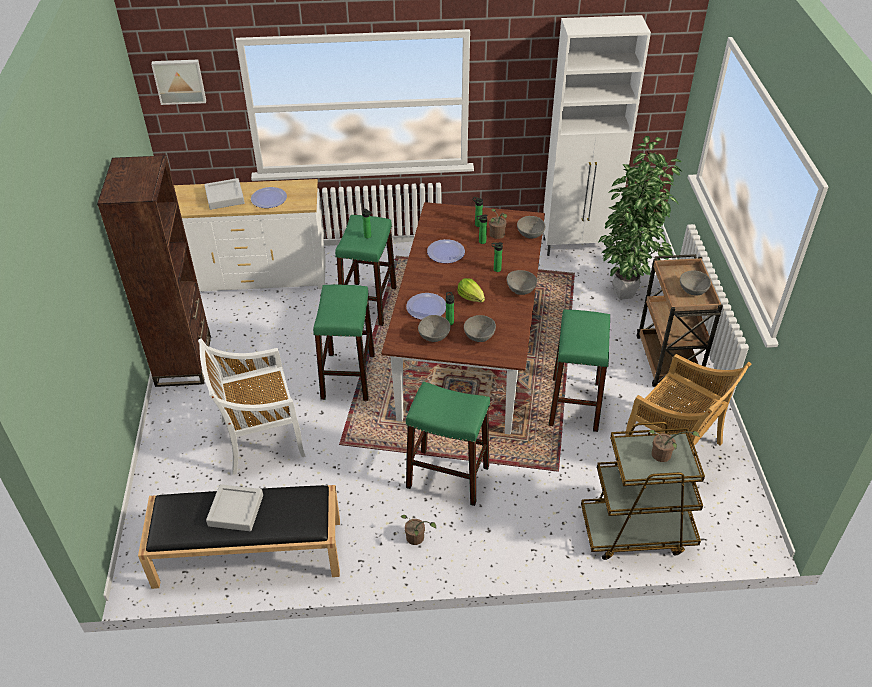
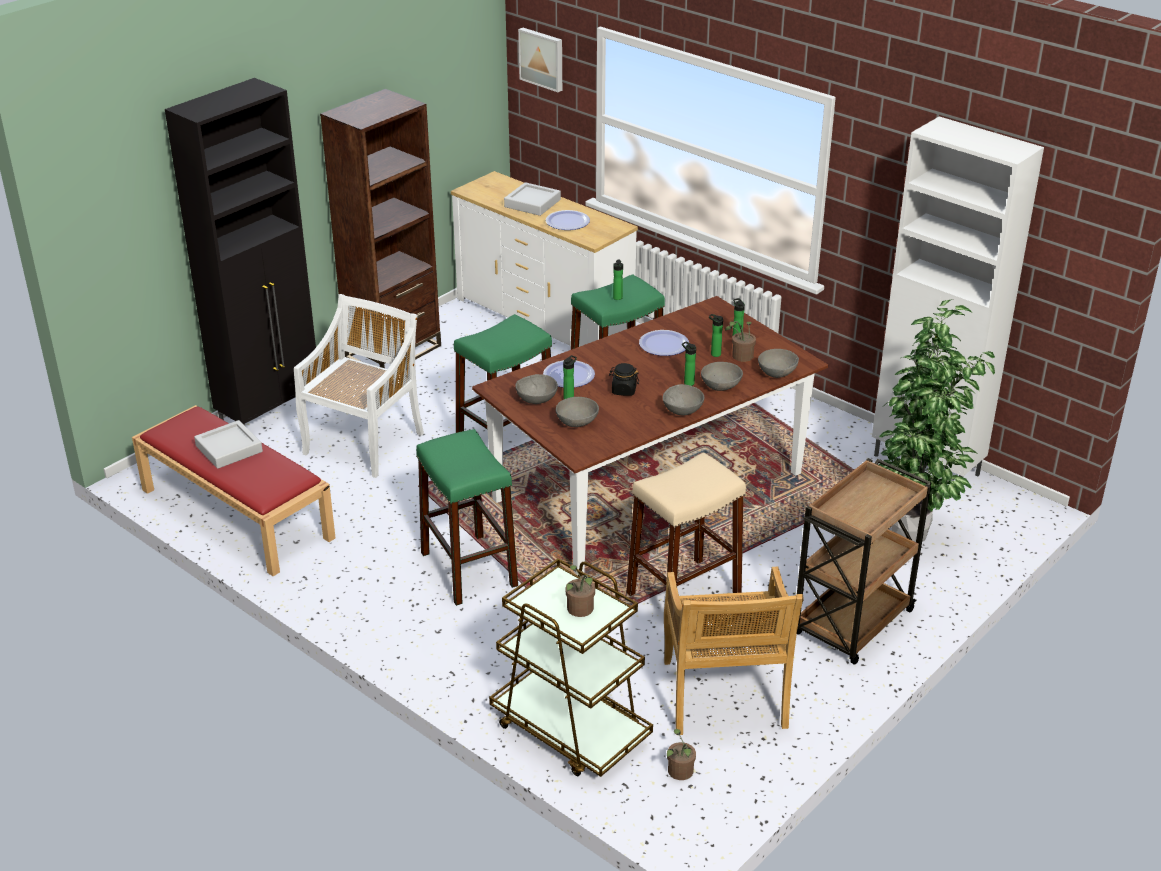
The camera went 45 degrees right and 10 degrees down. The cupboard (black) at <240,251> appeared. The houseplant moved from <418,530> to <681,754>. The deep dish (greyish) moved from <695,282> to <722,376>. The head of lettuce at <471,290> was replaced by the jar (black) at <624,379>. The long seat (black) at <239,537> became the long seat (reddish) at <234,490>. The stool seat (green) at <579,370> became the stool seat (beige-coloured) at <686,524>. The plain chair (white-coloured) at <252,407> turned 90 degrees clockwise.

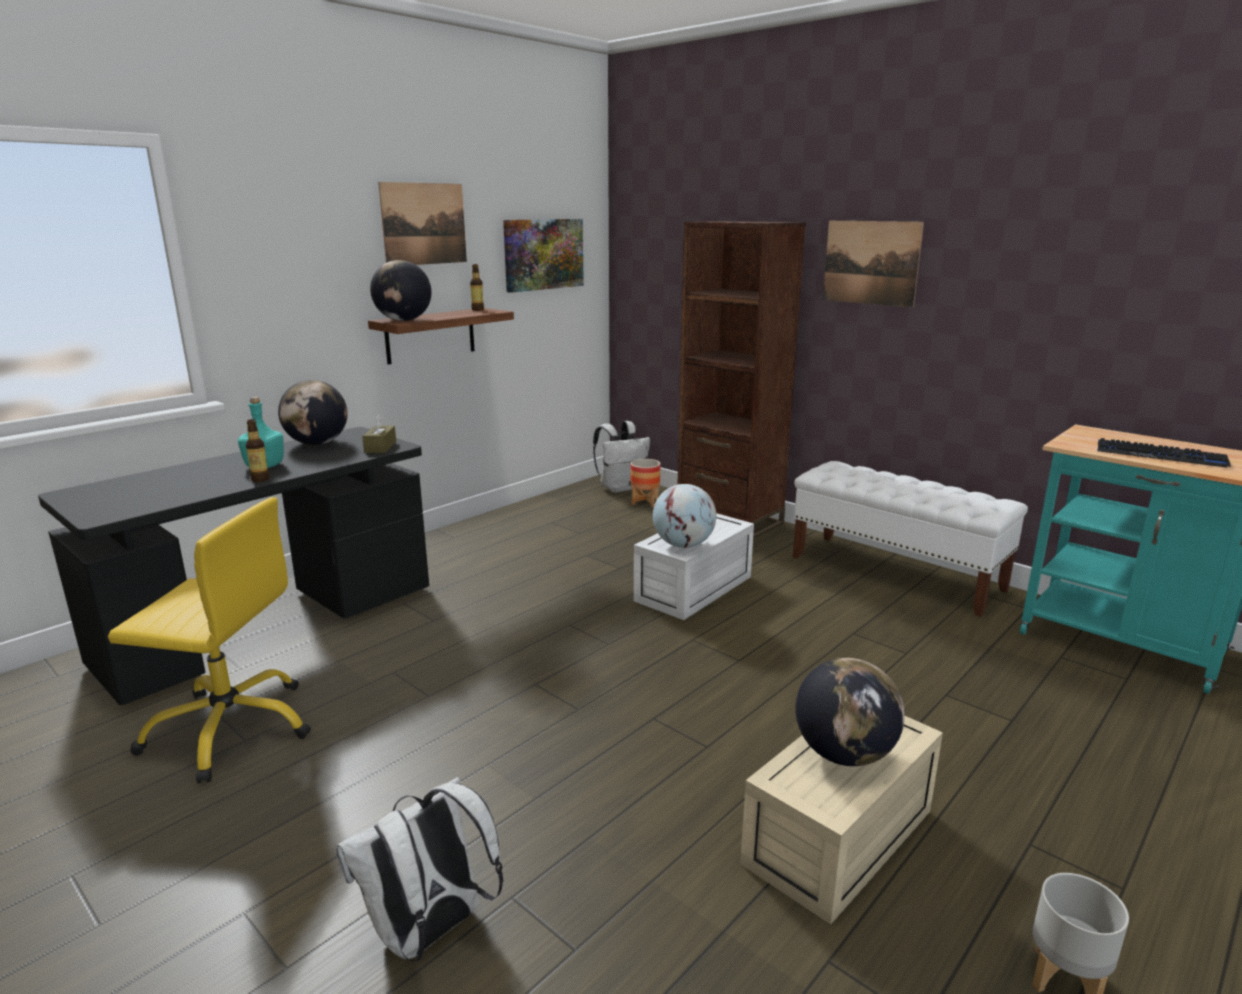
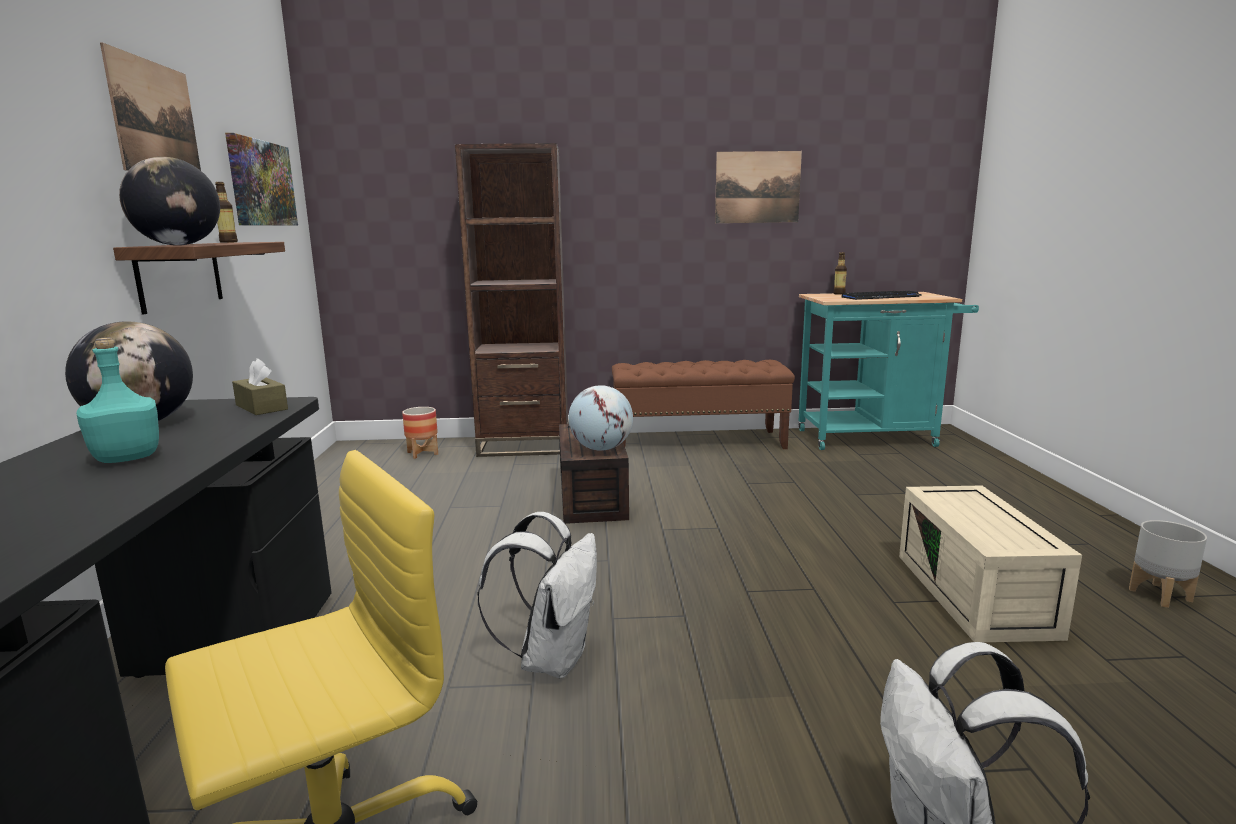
The camera went 45 degrees left and 5 degrees down. The globe at <850,712> disappeared. The drink bottle moved from <258,450> to <840,273>. The knapsack (white-coloured) moved from <621,457> to <537,595>. The picture moved from <873,264> to <758,187>. The storage box (white-coloured) at <694,566> became the storage box (brownish) at <594,474>. The long seat (white-coloured) at <910,539> became the long seat (brownish) at <703,404>.

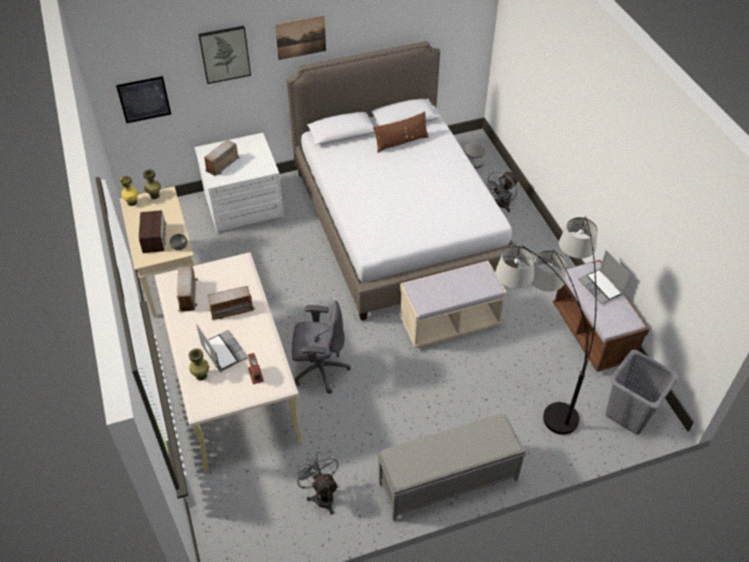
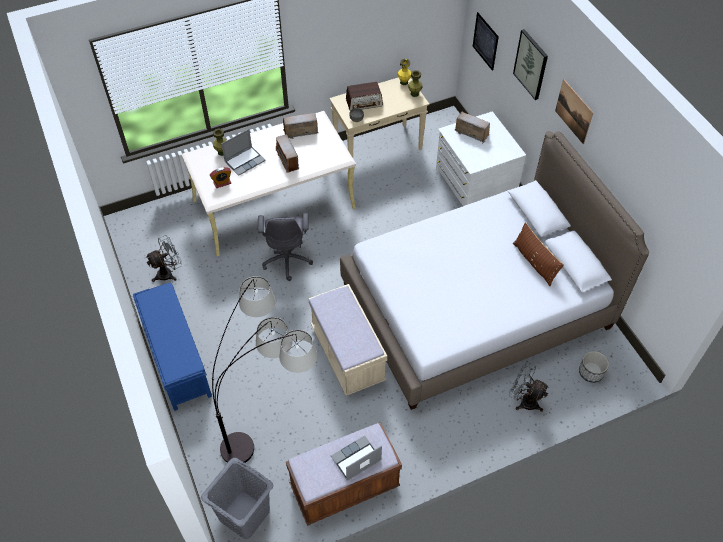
The camera went 85 degrees right and 5 degrees up. The long seat (greyish) at <451,467> became the long seat (bluish) at <172,347>.

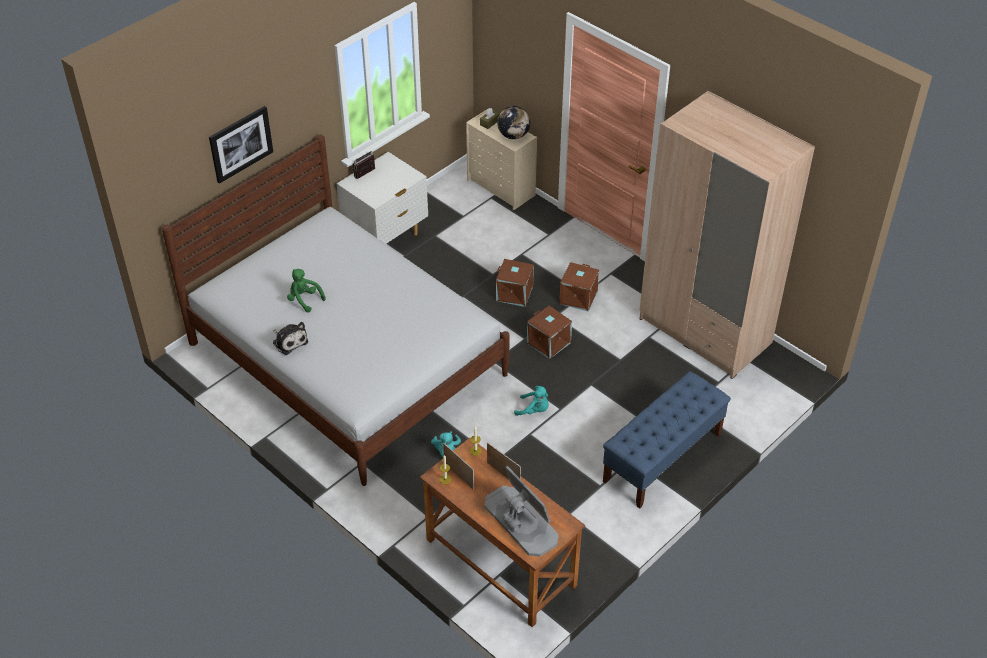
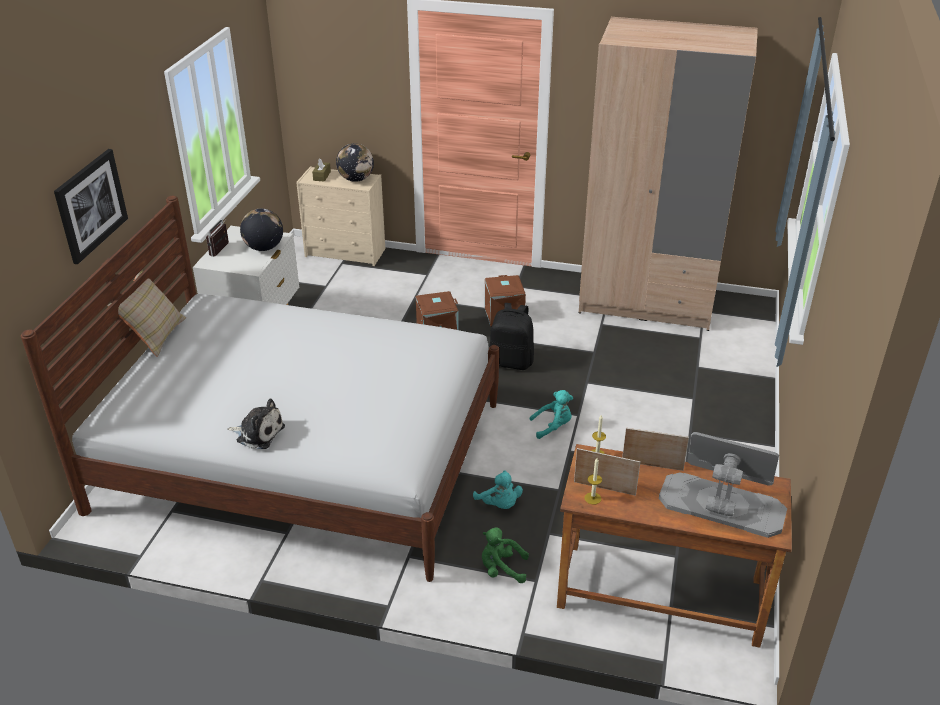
The camera went 30 degrees left and 10 degrees down. The long seat (bluish) at <667,440> disappeared. The cushion (beige-coloured) at <146,313> appeared. The globe at <261,230> appeared. The cuddly toy (green) moved from <306,291> to <505,555>. The storage box (brownish) at <549,332> was replaced by the knapsack (black) at <511,336>.

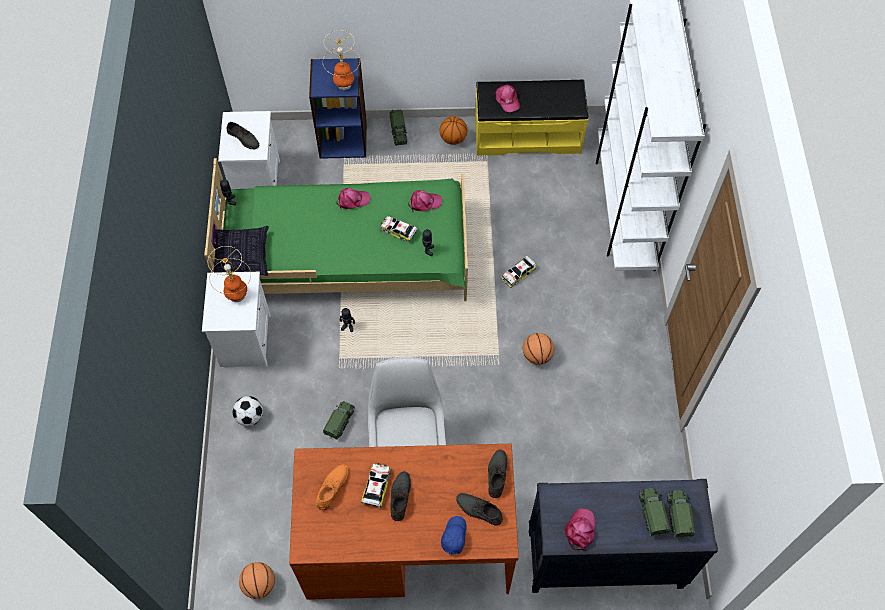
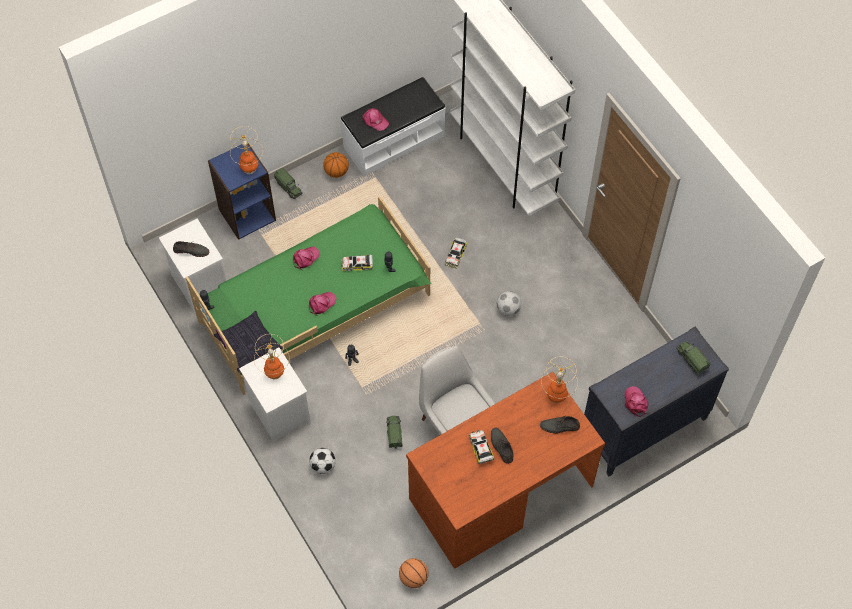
The camera went 30 degrees left and 0 degrees up. The item of footwear (orange) at <332,487> disappeared. The cap (bluish) at <454,535> disappeared. The toy truck at <655,512> disappeared. The cap (pink) moved from <425,201> to <322,304>. The item of footwear (greyish) at <497,473> was replaced by the table lamp at <559,380>. The basketball at <538,349> was replaced by the football at <509,303>. The long seat (yellow) at <532,118> became the long seat (white-coloured) at <393,126>.

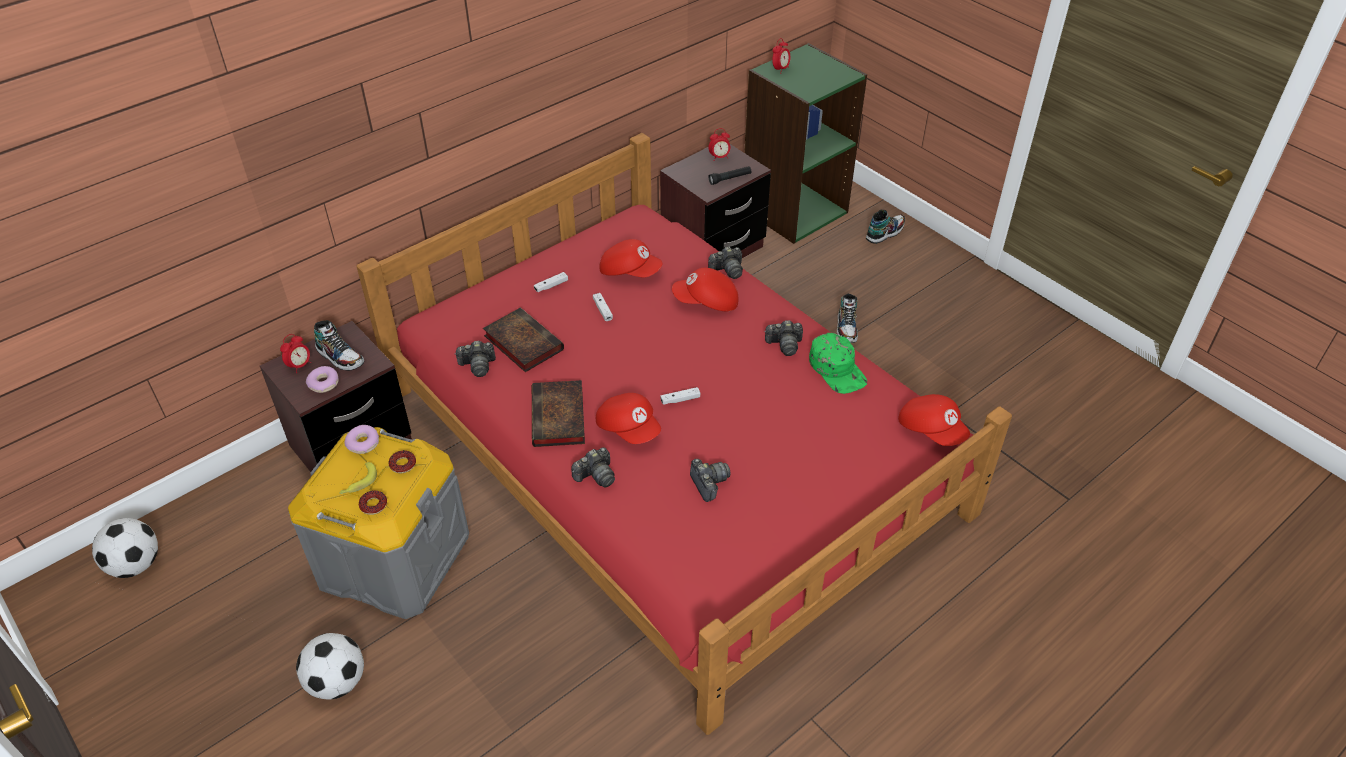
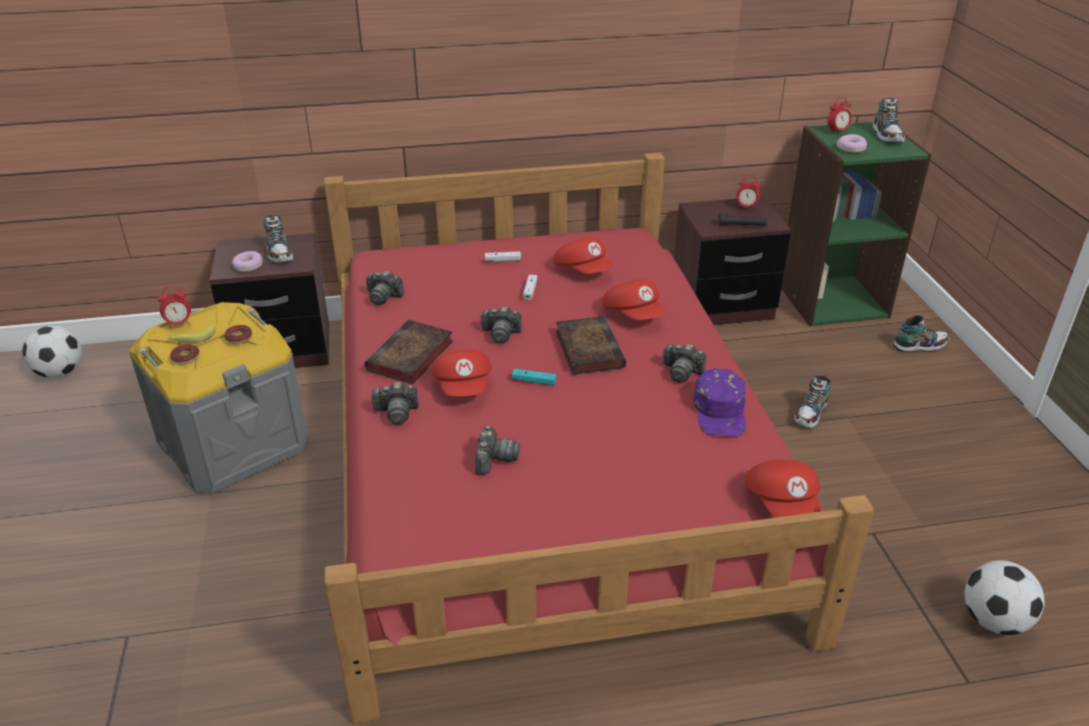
The camera went 30 degrees right and 10 degrees down. The item of footwear at <888,120> appeared. The bedside clock moved from <295,353> to <174,307>. The football moved from <330,666> to <1005,597>. The doughnut moved from <361,439> to <852,143>. The book moved from <523,339> to <591,345>. The photo camera moved from <725,263> to <501,325>. The gamepad (white-coloured) at <680,396> became the gamepad (turquoise) at <534,377>. The cap (green) at <838,363> became the cap (purple-coloured) at <719,402>. The cap (reddish) at <705,289> turned 150 degrees counterclockwise.

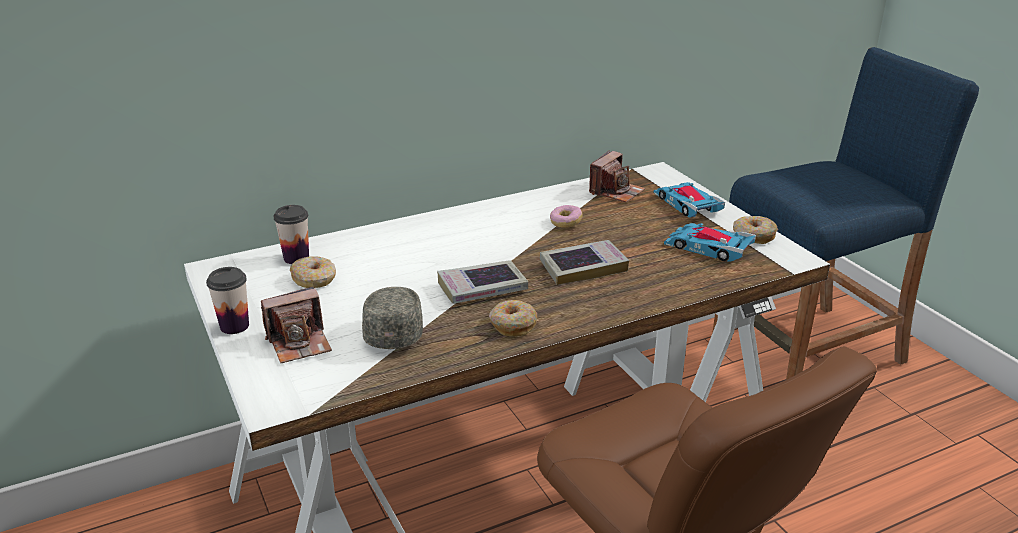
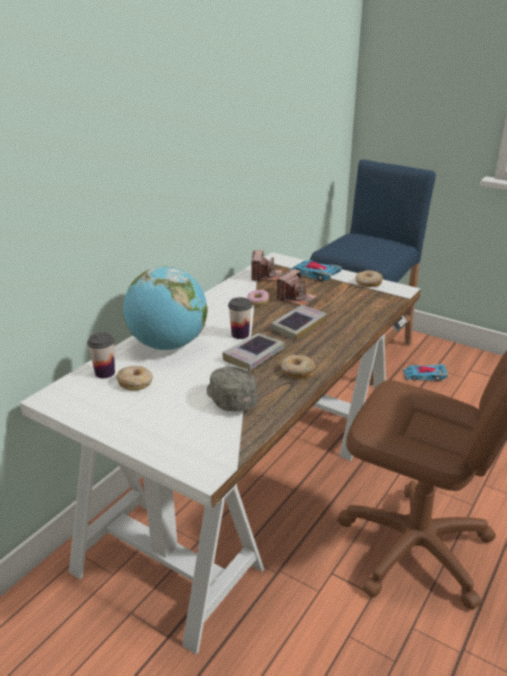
The camera went 30 degrees left and 0 degrees up. The globe at <165,308> appeared. The cup moved from <227,300> to <240,318>. The photo camera moved from <296,325> to <297,287>. The toy car moved from <710,242> to <425,372>.

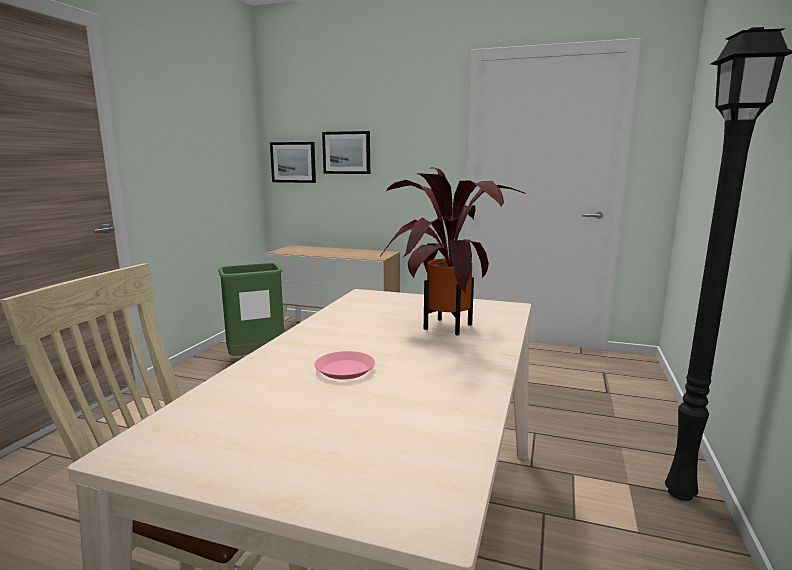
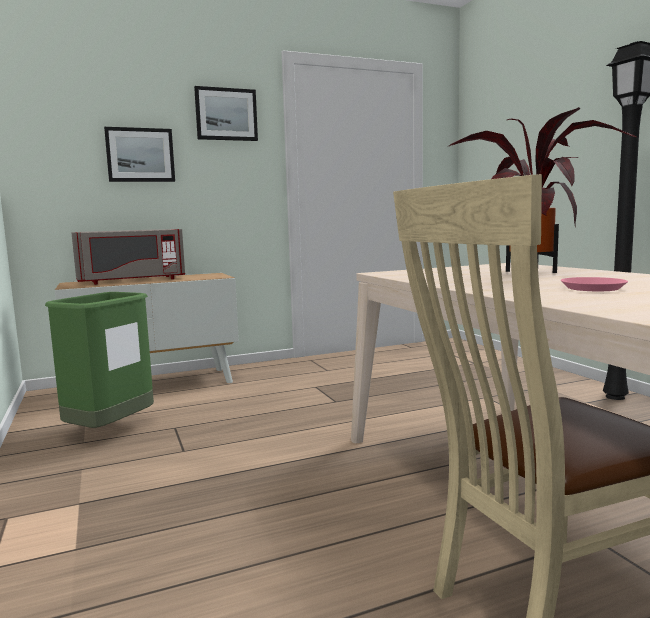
The camera went 40 degrees left and 5 degrees down. The microwave (greyish) at <128,257> appeared. The picture moved from <293,162> to <226,113>.

